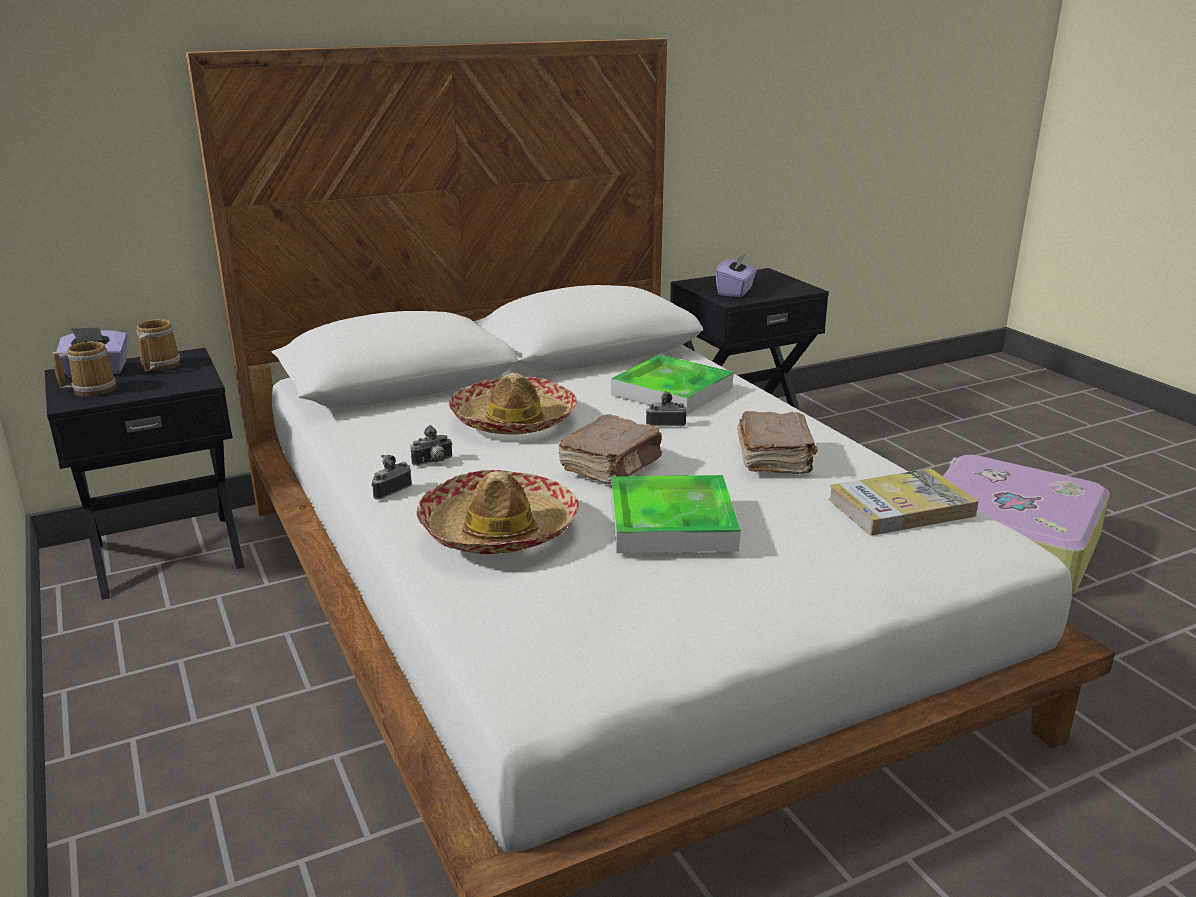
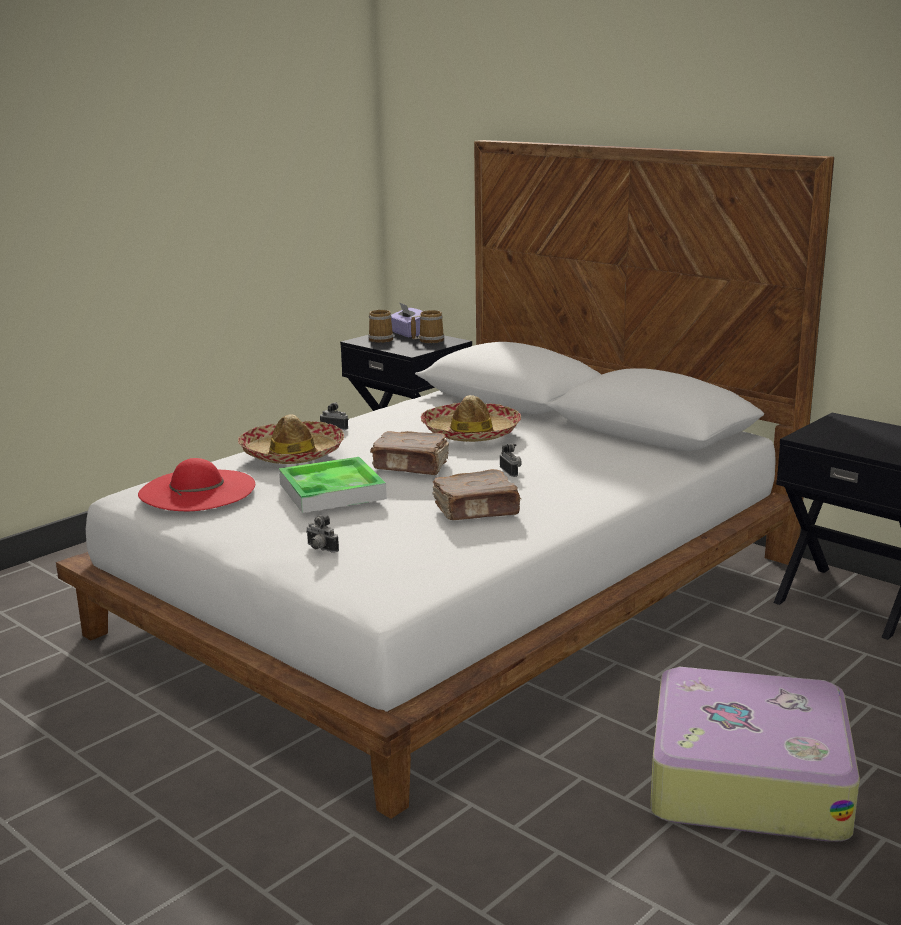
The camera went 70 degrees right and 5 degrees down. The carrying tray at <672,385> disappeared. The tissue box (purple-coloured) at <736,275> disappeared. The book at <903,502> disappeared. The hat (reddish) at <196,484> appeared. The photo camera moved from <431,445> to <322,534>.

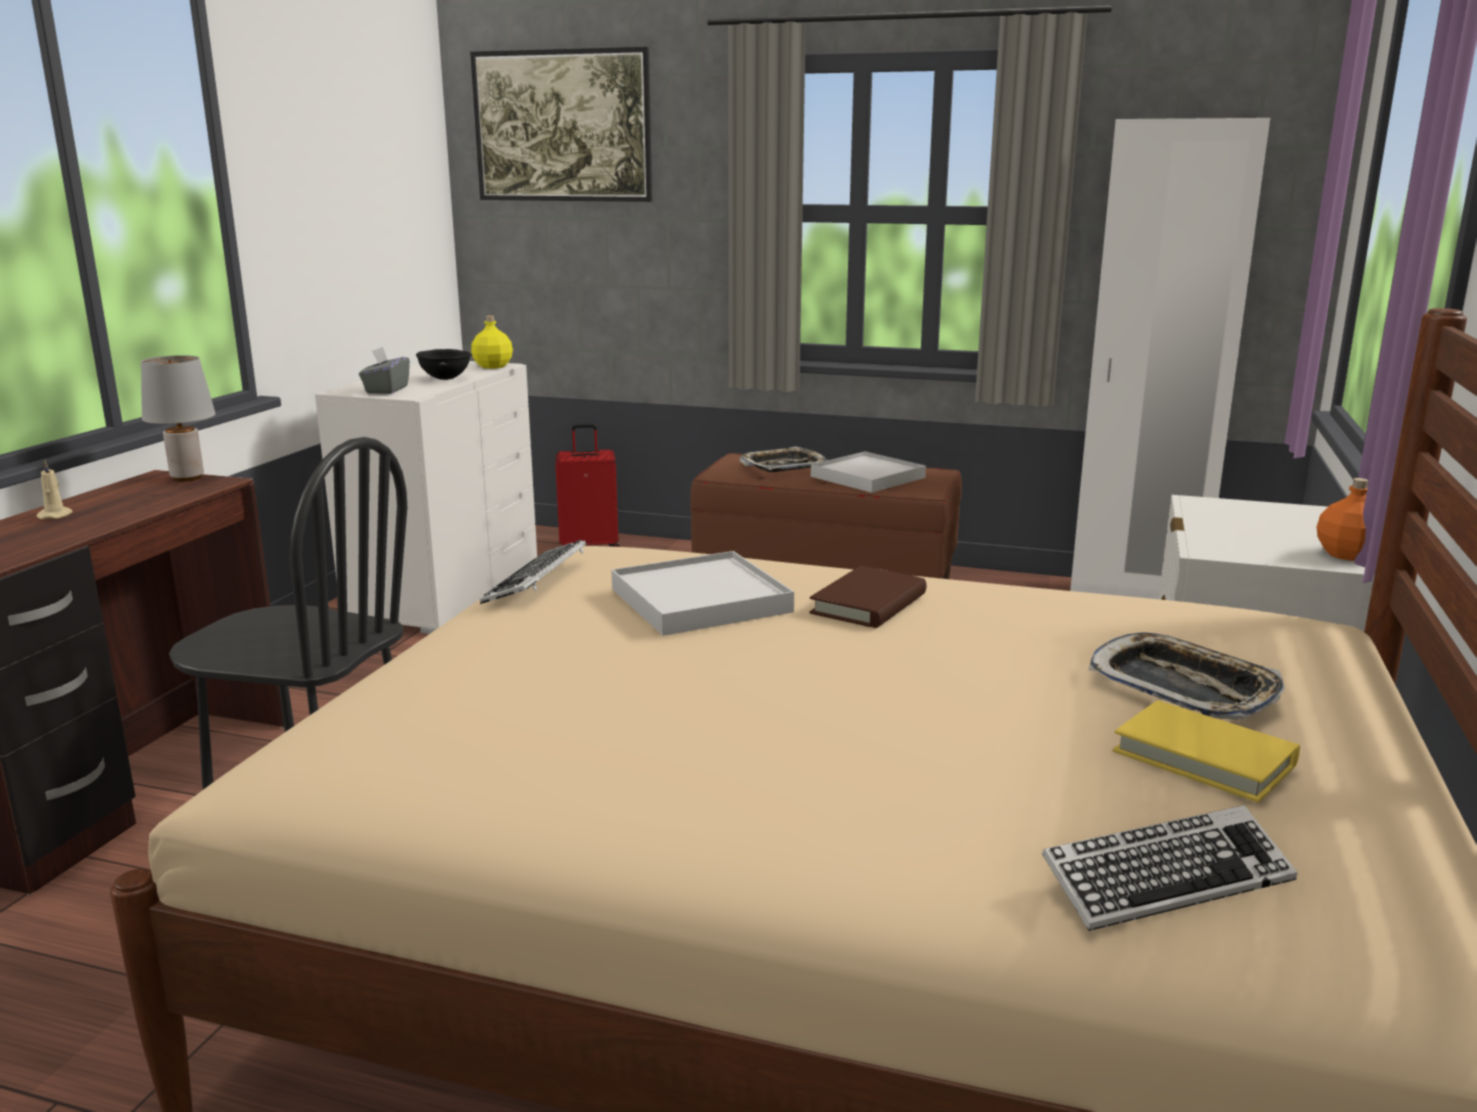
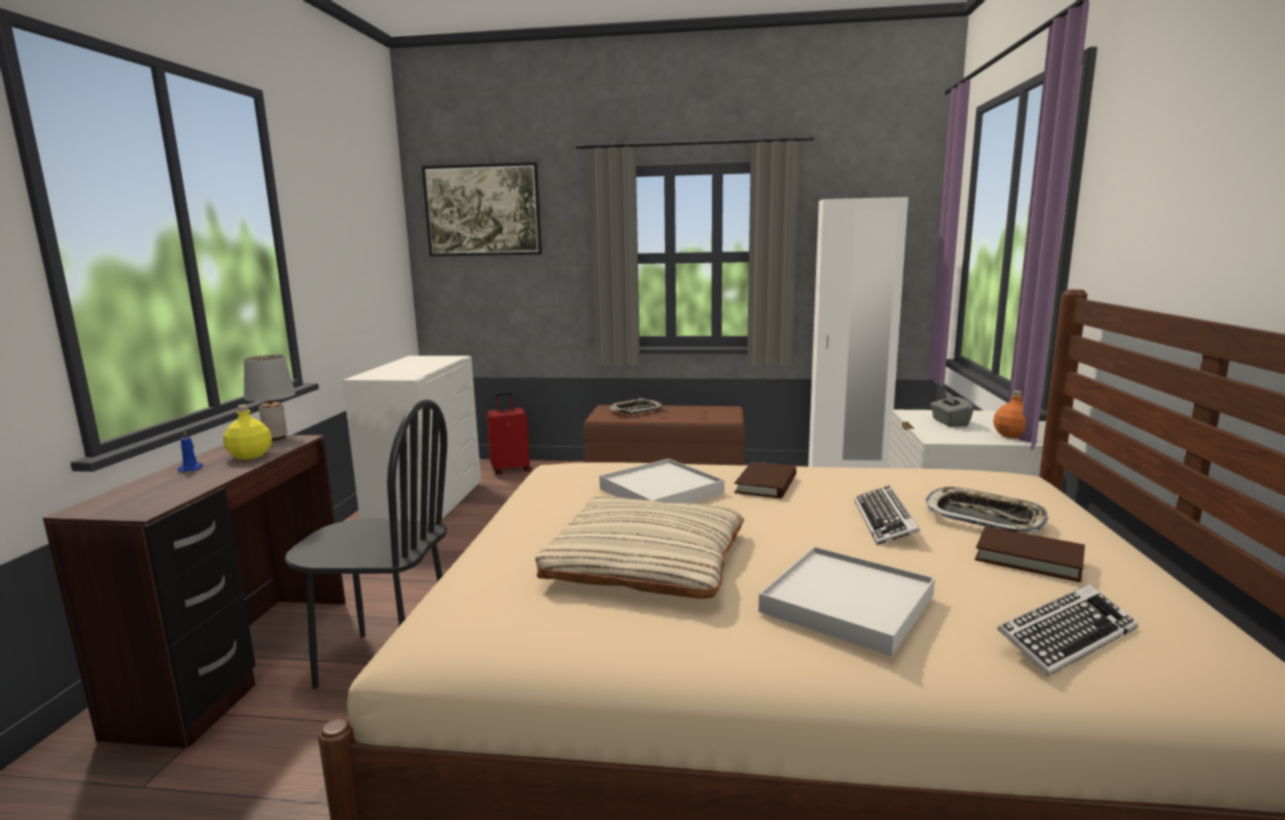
The camera went 10 degrees left and 5 degrees down. The deep dish (black) at <444,364> disappeared. The cushion (beige-coloured) at <639,547> appeared. The tissue box (greyish) moved from <384,370> to <952,409>. The drink bottle (yellow) moved from <492,342> to <247,432>. The PC keyboard moved from <533,572> to <887,515>. The carrying tray (white-coloured) moved from <868,472> to <847,602>. The wax candle (beige-coloured) at <54,489> became the wax candle (bluish) at <190,451>. The book (yellow) at <1206,751> became the book (brownish) at <1030,554>.

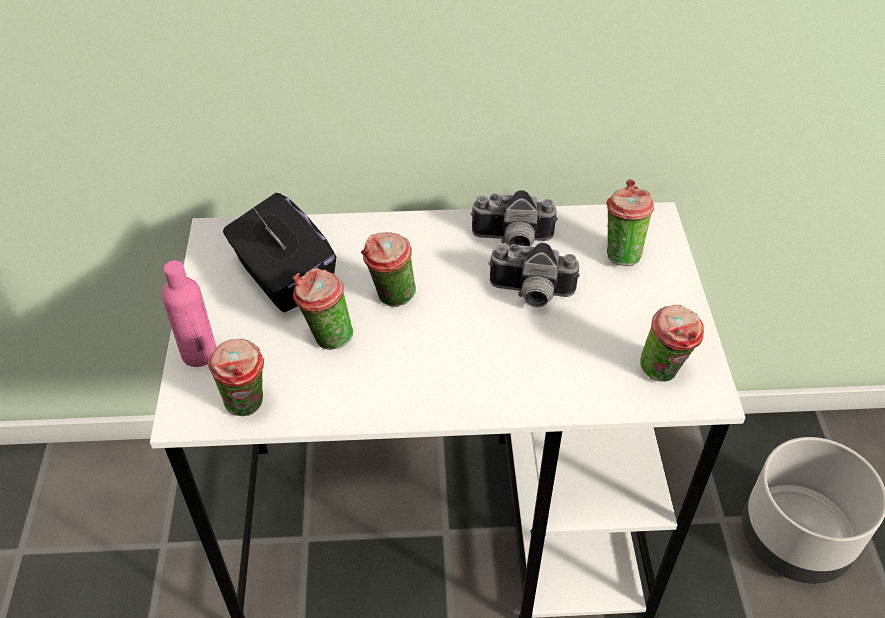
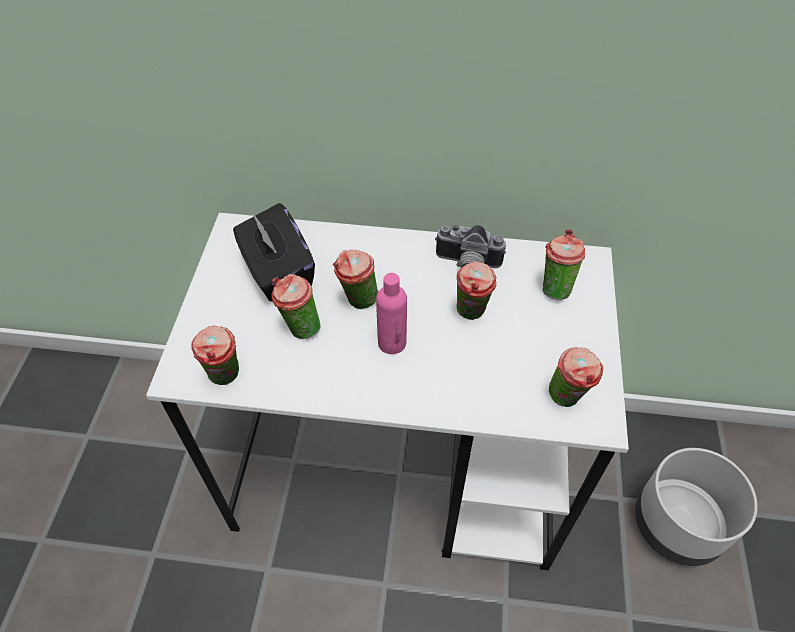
The camera went 10 degrees right and 5 degrees up. The drink bottle (pink) moved from <189,313> to <391,313>. The photo camera at <534,275> was replaced by the cup at <476,291>.

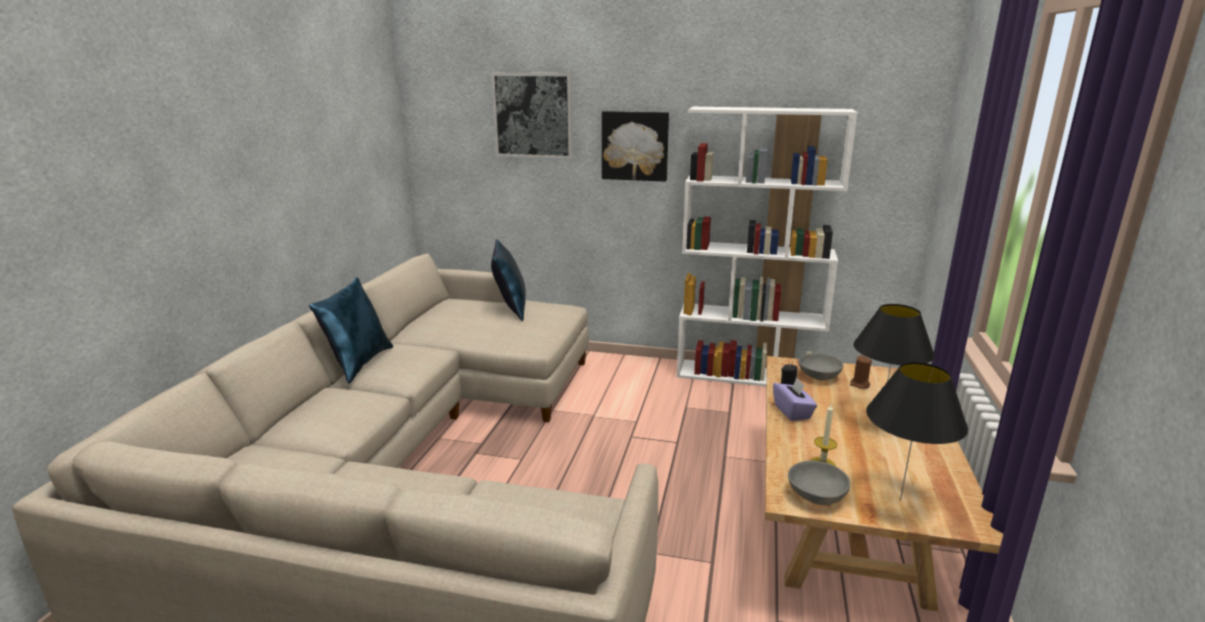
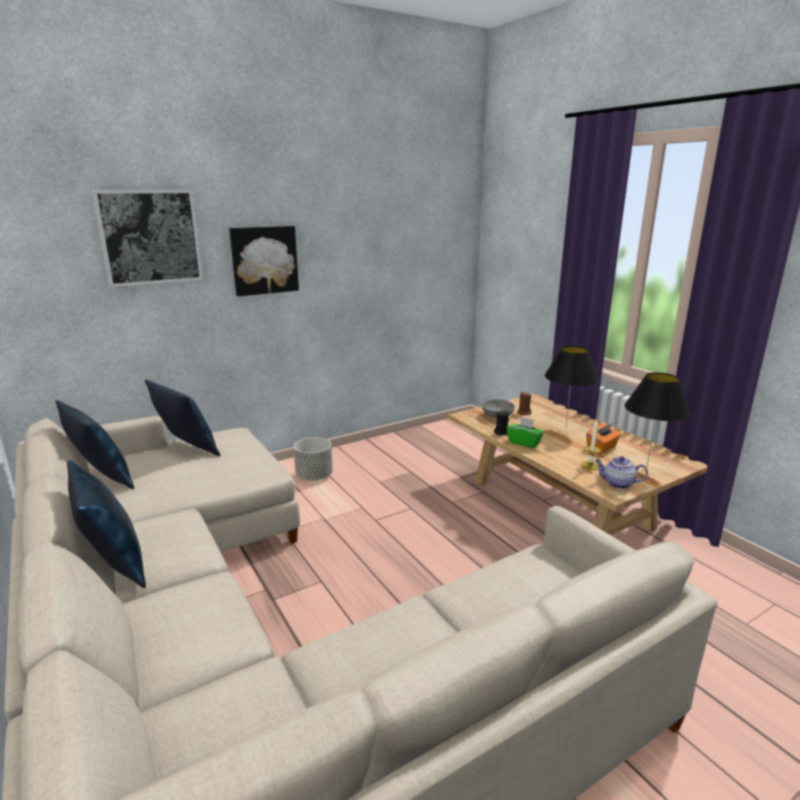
The camera went 45 degrees left and 0 degrees up. The bookcase (white-coloured) at <767,246> disappeared. The cushion (bluish) at <94,444> appeared. The plant pot (greyish) at <313,458> appeared. The tissue box (orange) at <603,438> appeared. The deep dish (greyish) at <819,483> was replaced by the tea pot at <621,472>. The tissue box (purple-coloured) at <795,399> became the tissue box (green) at <525,432>.

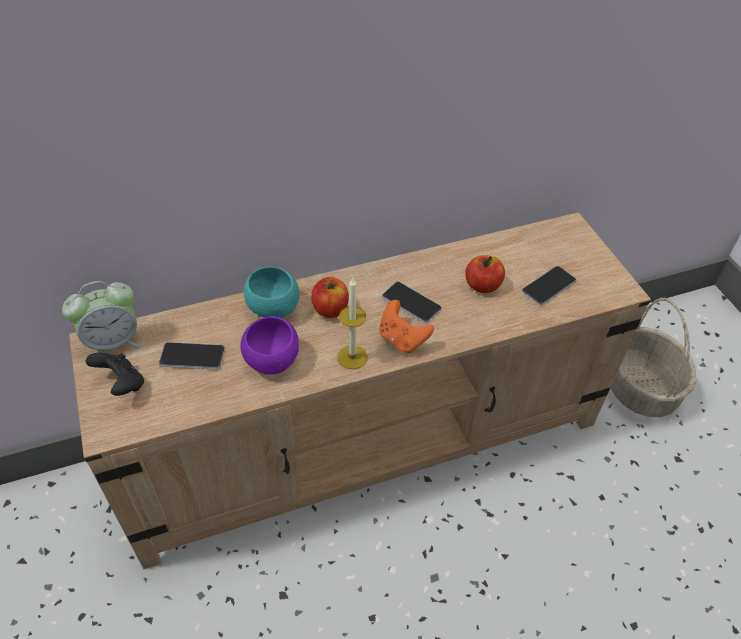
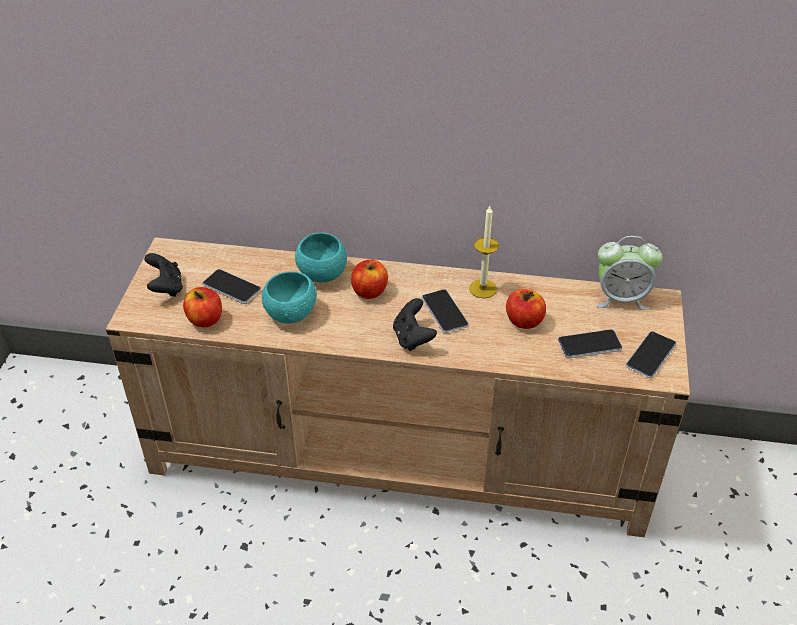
The camera went 30 degrees right and 5 degrees down. The storage basket at <653,357> disappeared. The apple fruit at <202,307> appeared. The phone at <651,354> appeared. The bedside clock moved from <103,317> to <629,273>. The wax candle moved from <352,323> to <484,252>. The deep dish (purple-coloured) at <269,345> became the deep dish (turquoise) at <289,297>. The gamepad (orange) at <406,326> became the gamepad (black) at <415,324>.

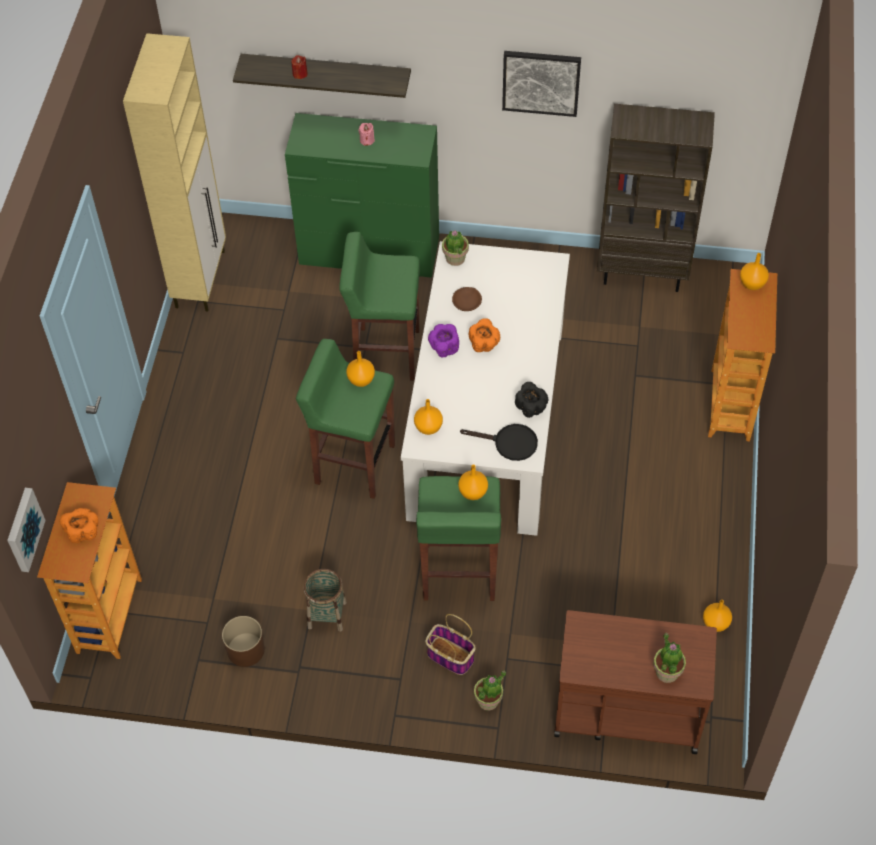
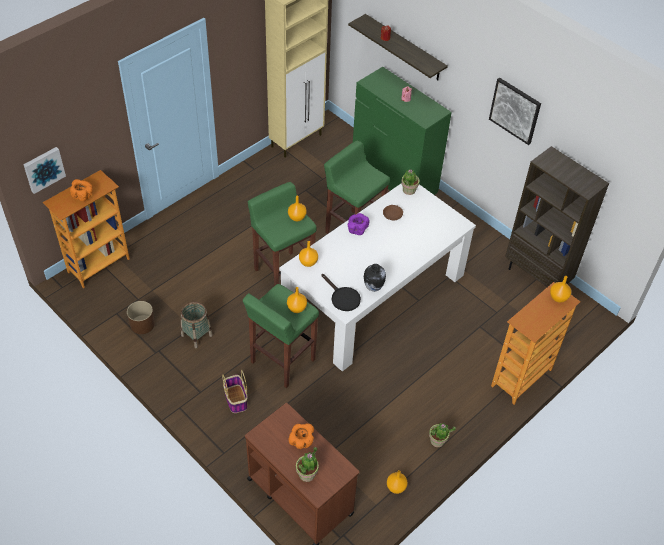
The camera went 35 degrees right and 5 degrees down. The deep dish (orange) moved from <484,335> to <301,436>. The houseplant moved from <490,691> to <442,435>. The deep dish (black) at <532,400> was replaced by the vase at <375,278>.

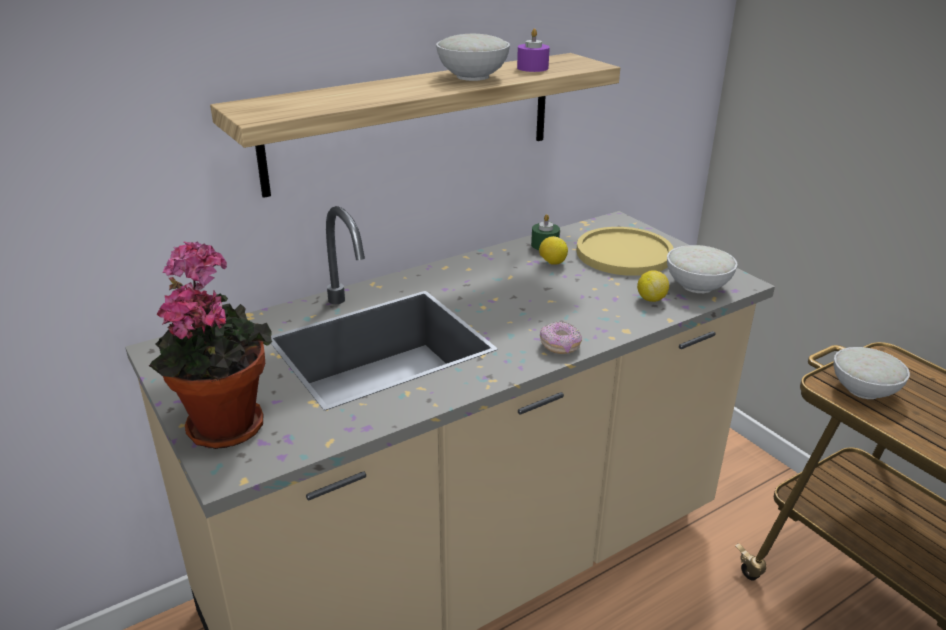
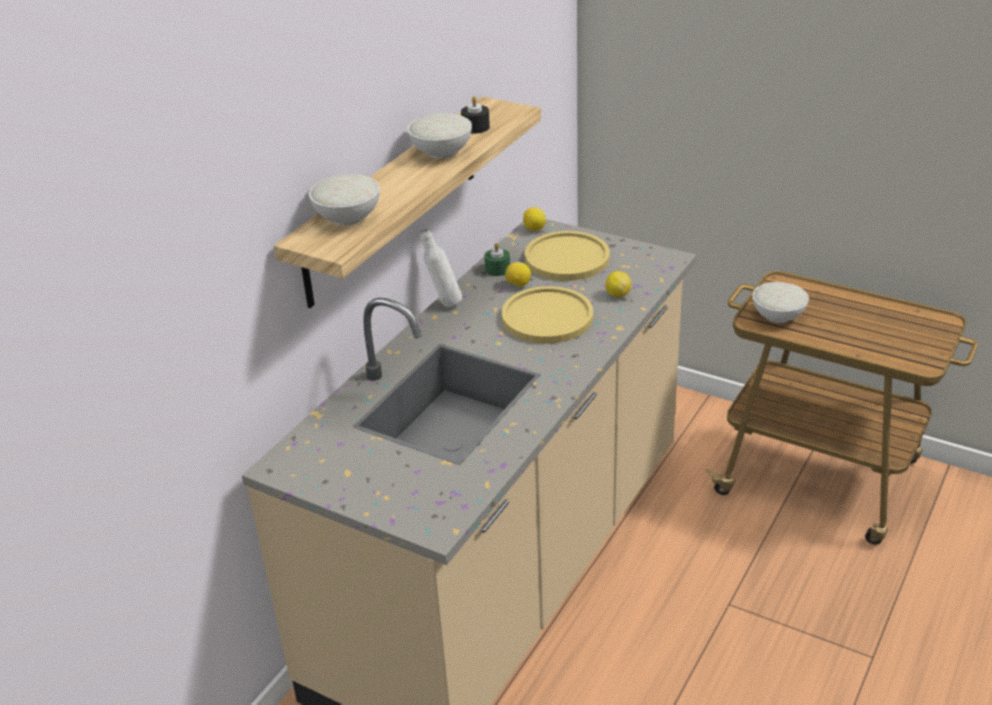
The camera went 25 degrees left and 5 degrees up. The houseplant at <210,345> disappeared. The doughnut at <561,337> disappeared. The drink bottle (white-coloured) at <441,268> appeared. The plate (yellow) at <547,315> appeared. The lemon at <534,219> appeared. The deep dish (white-coloured) moved from <702,269> to <344,199>. The wax candle (purple-coloured) at <533,50> became the wax candle (black) at <475,115>.

